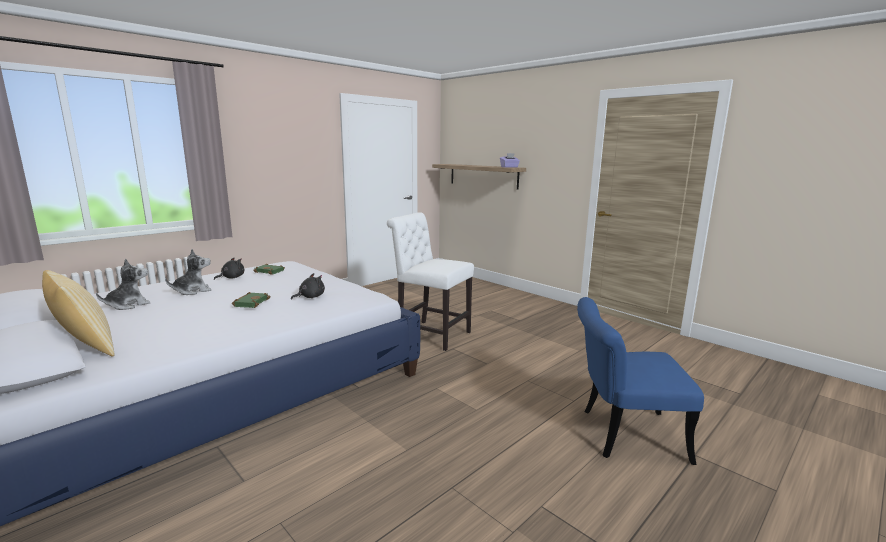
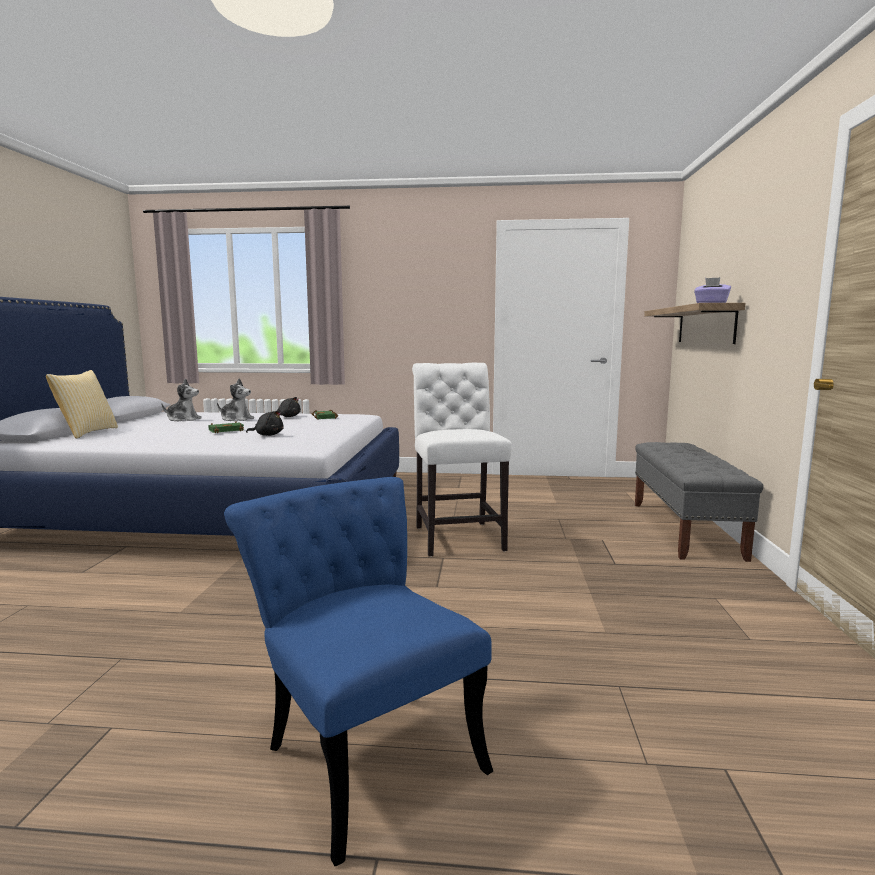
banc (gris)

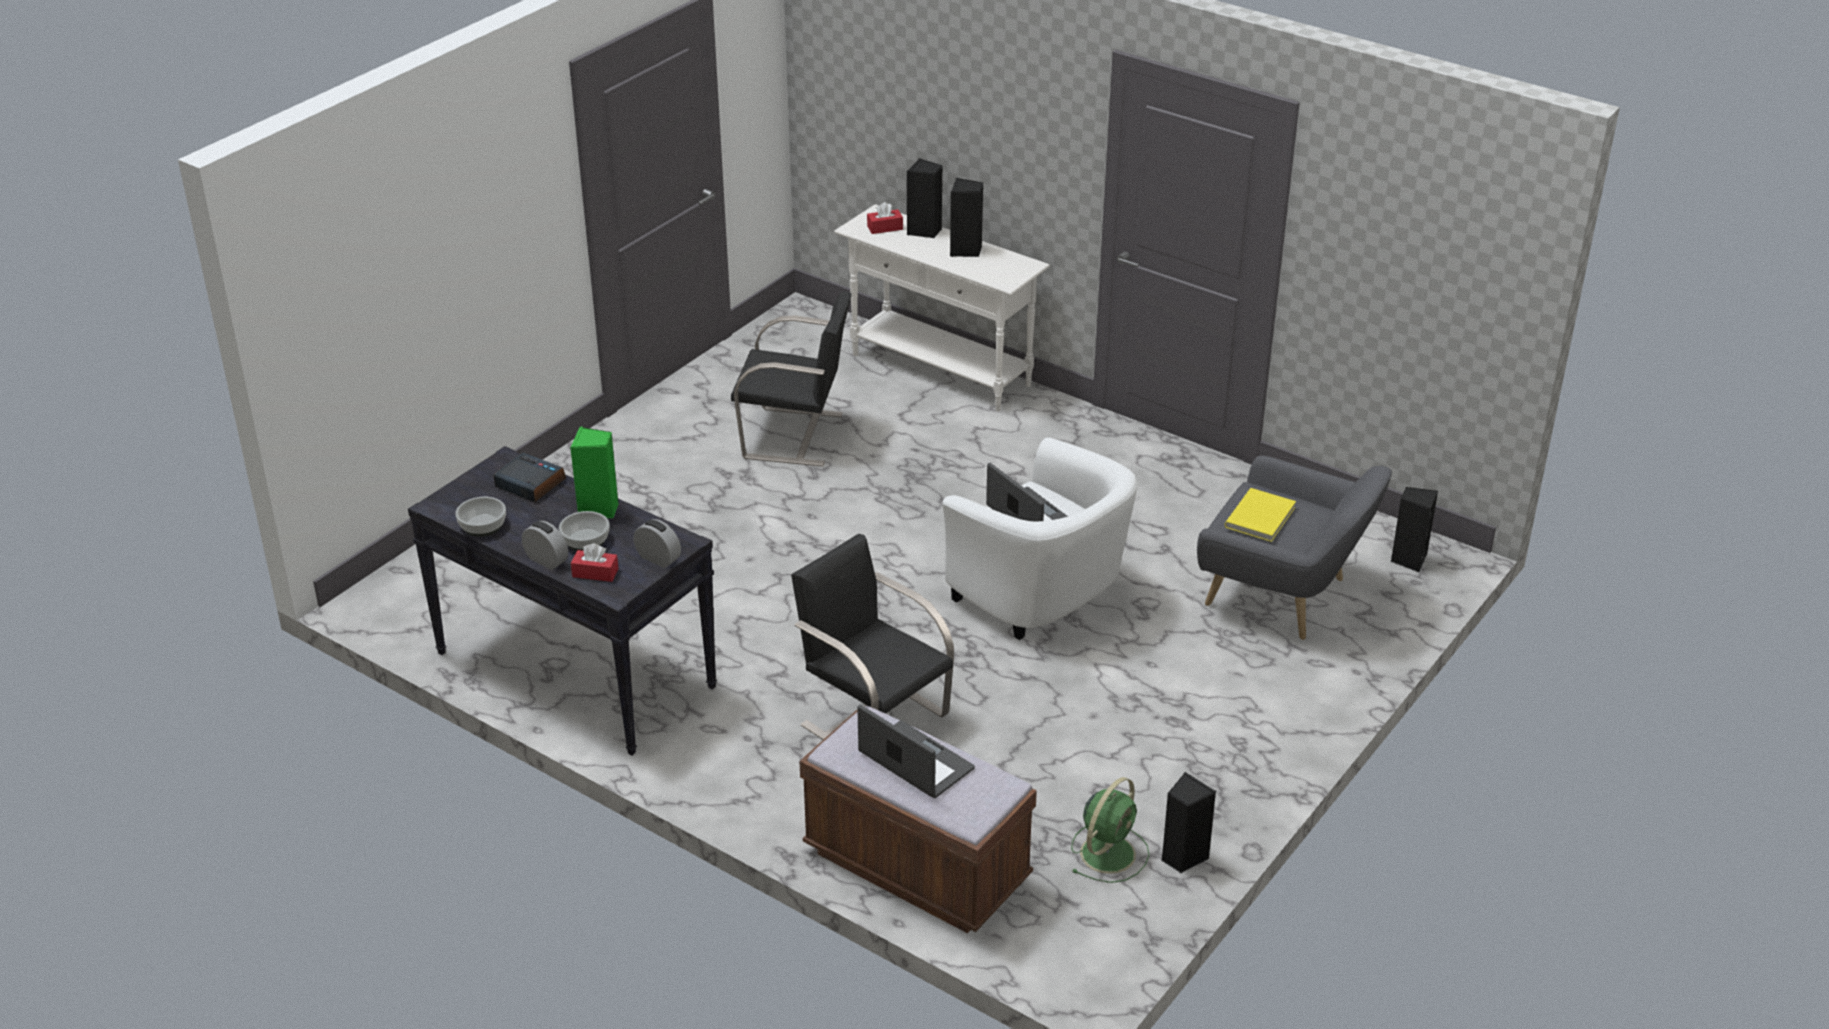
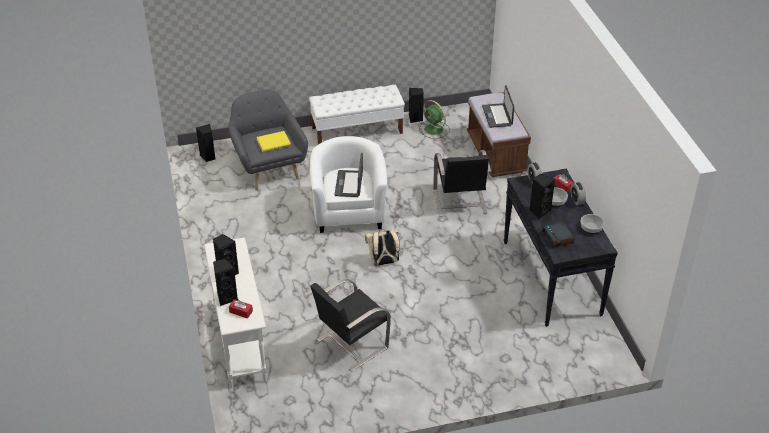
chaise (noir) (1st from left)
enceinte (noir) (5th from left)
ventilateur (vert)
banc (blanc)
sac à dos (beige)

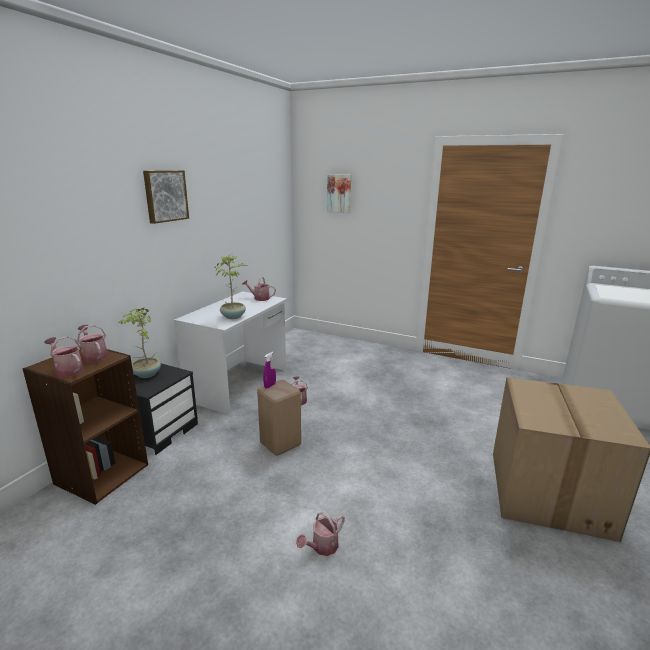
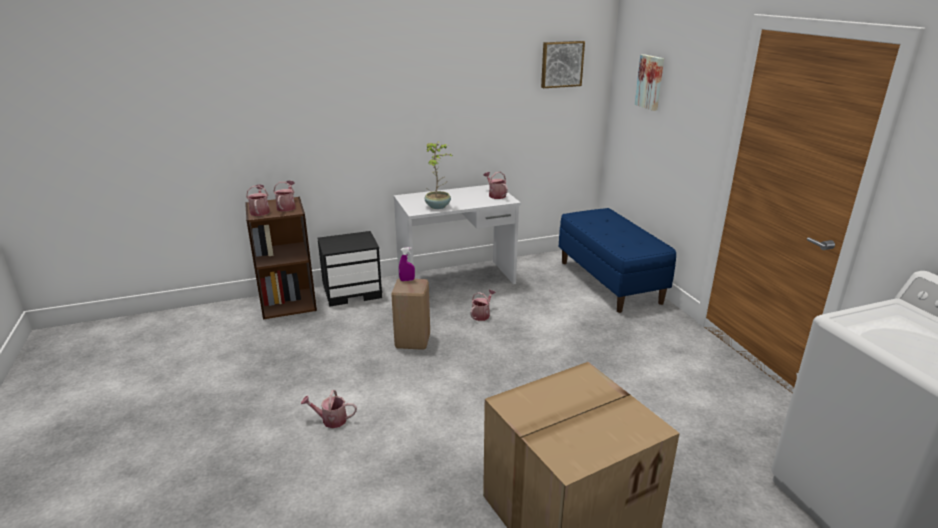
tableau (1st from left)
plante en pot (1st from left in the first image)
banc (bleu)

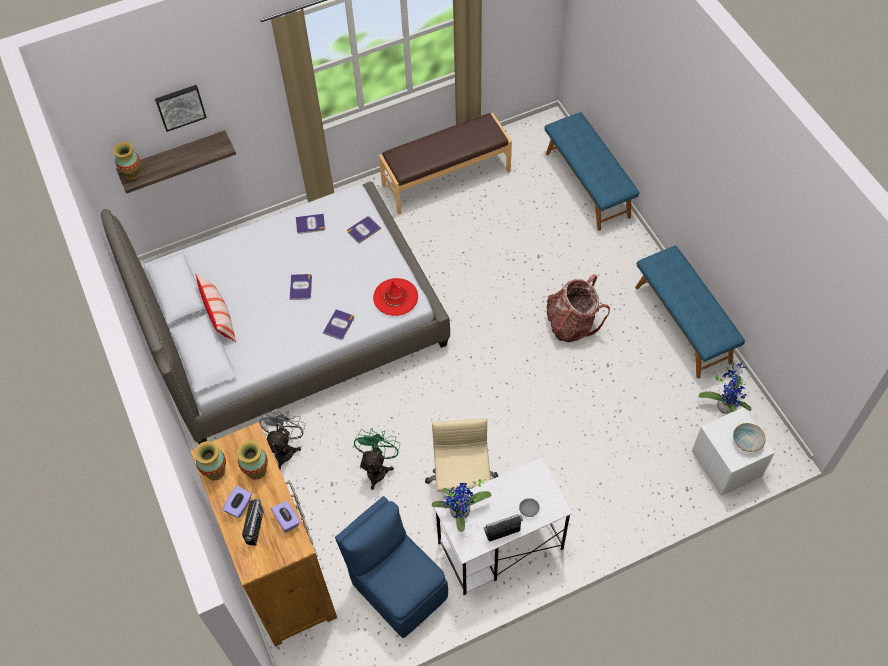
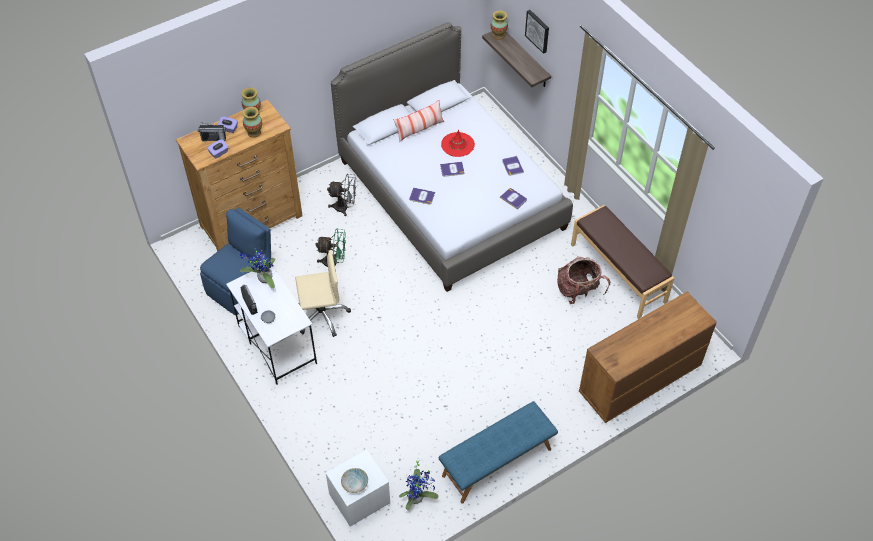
commode (marron) (2nd from left)
sac à dos
chapeau (rouge)

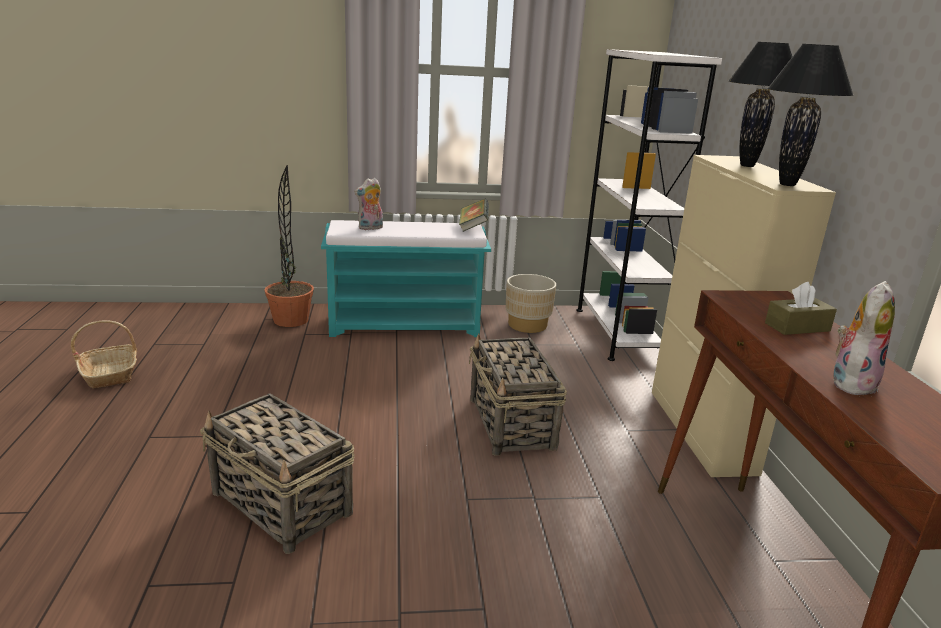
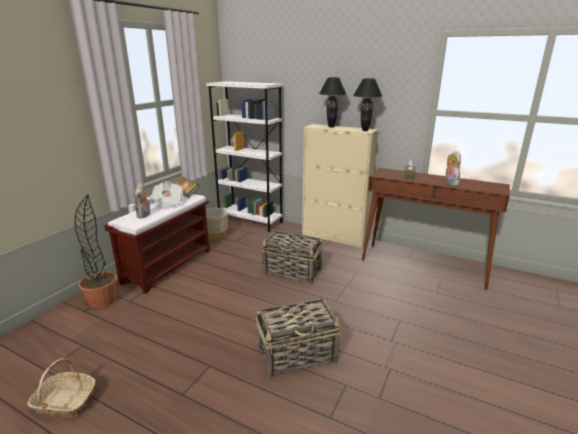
banc (marron)
journal

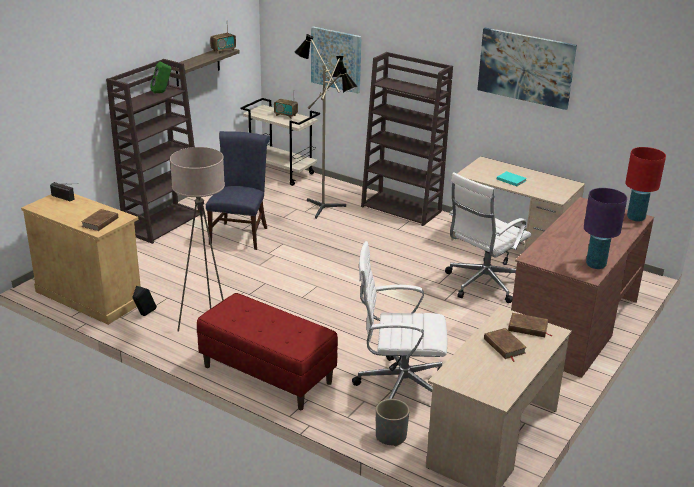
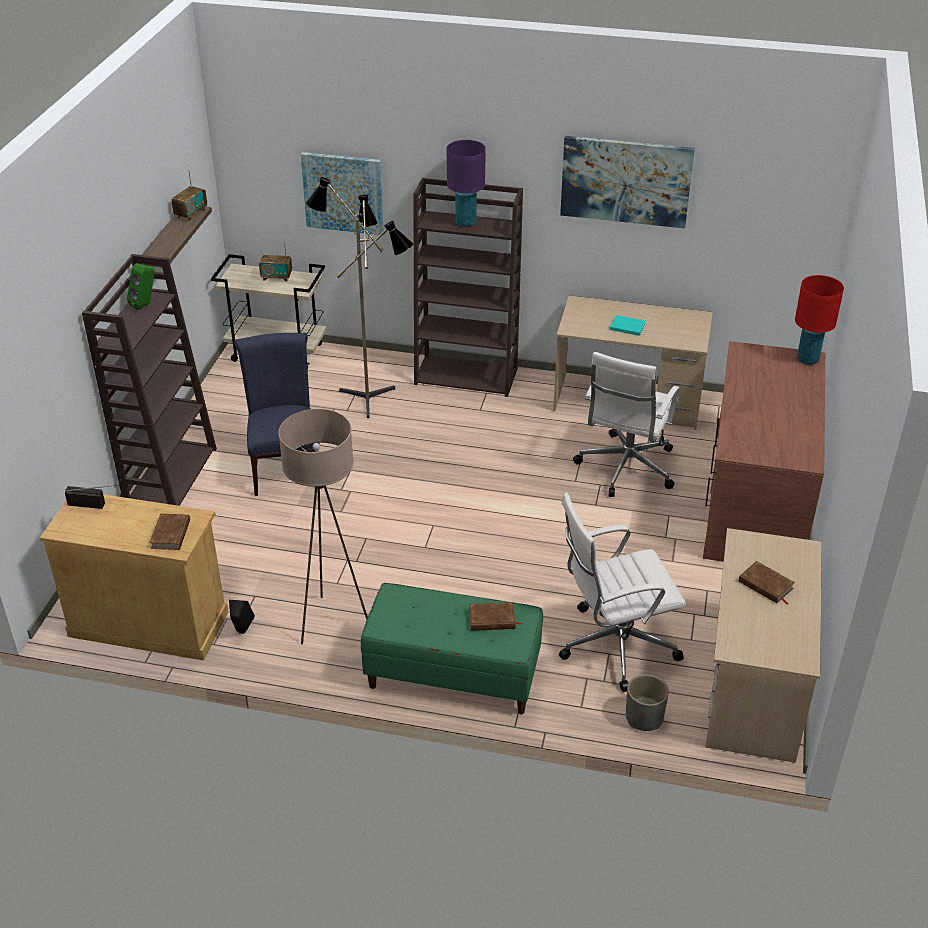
lampe de table (violet)
banc (vert)
livre (marron) (2nd from left)

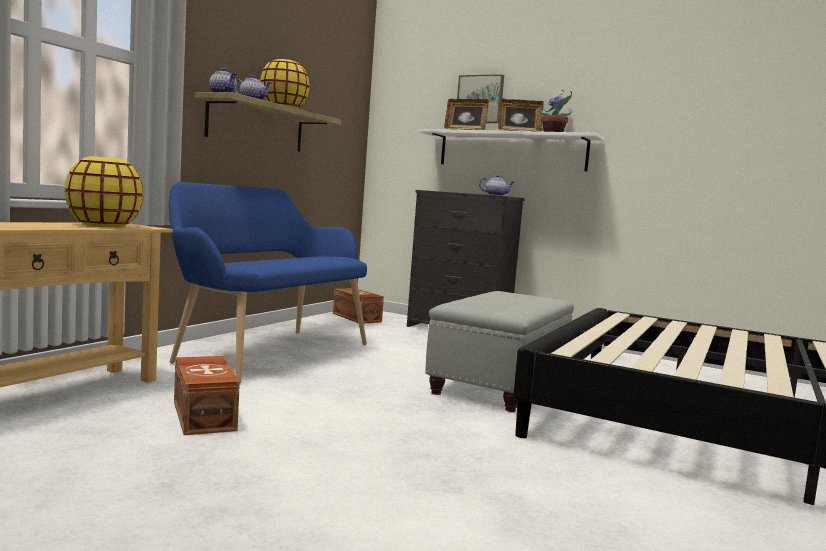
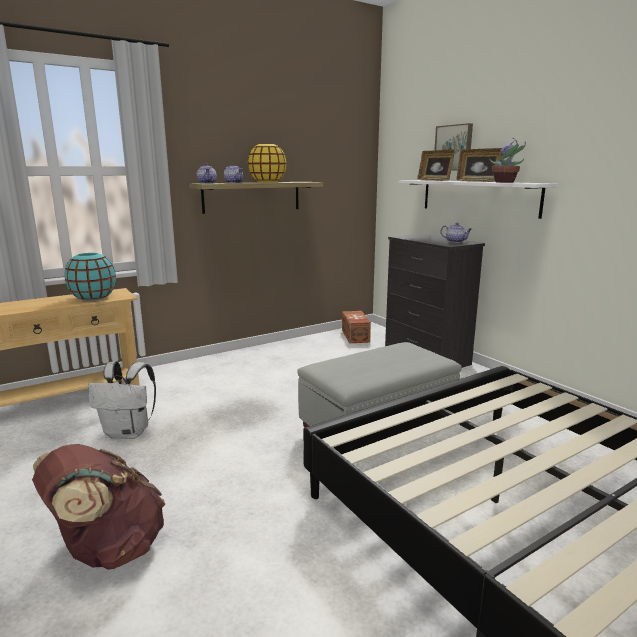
vase (turquoise)
banc (bleu)
sac à dos (blanc)
sac à dos (marron)

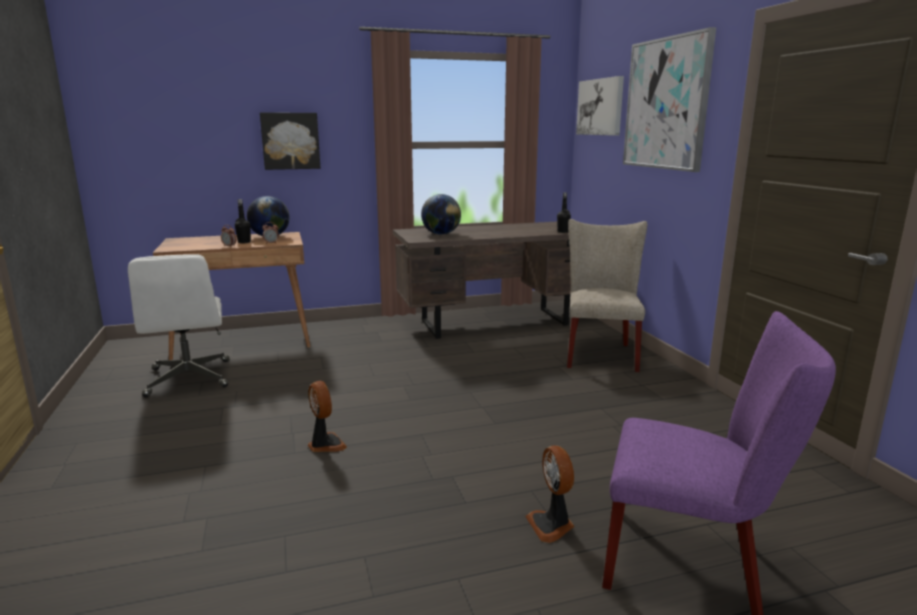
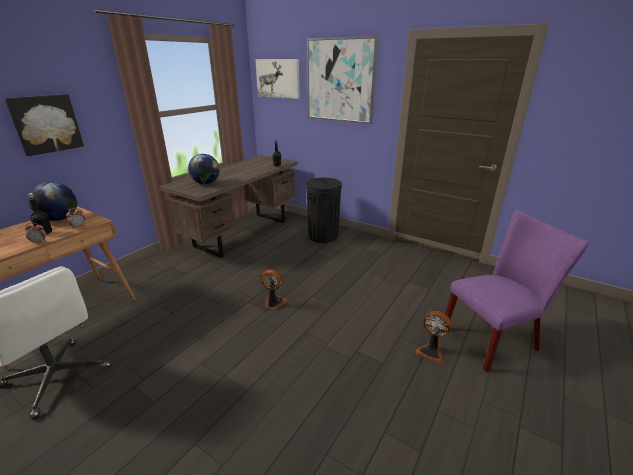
poubelle (noir)
ventilateur (1st from left)

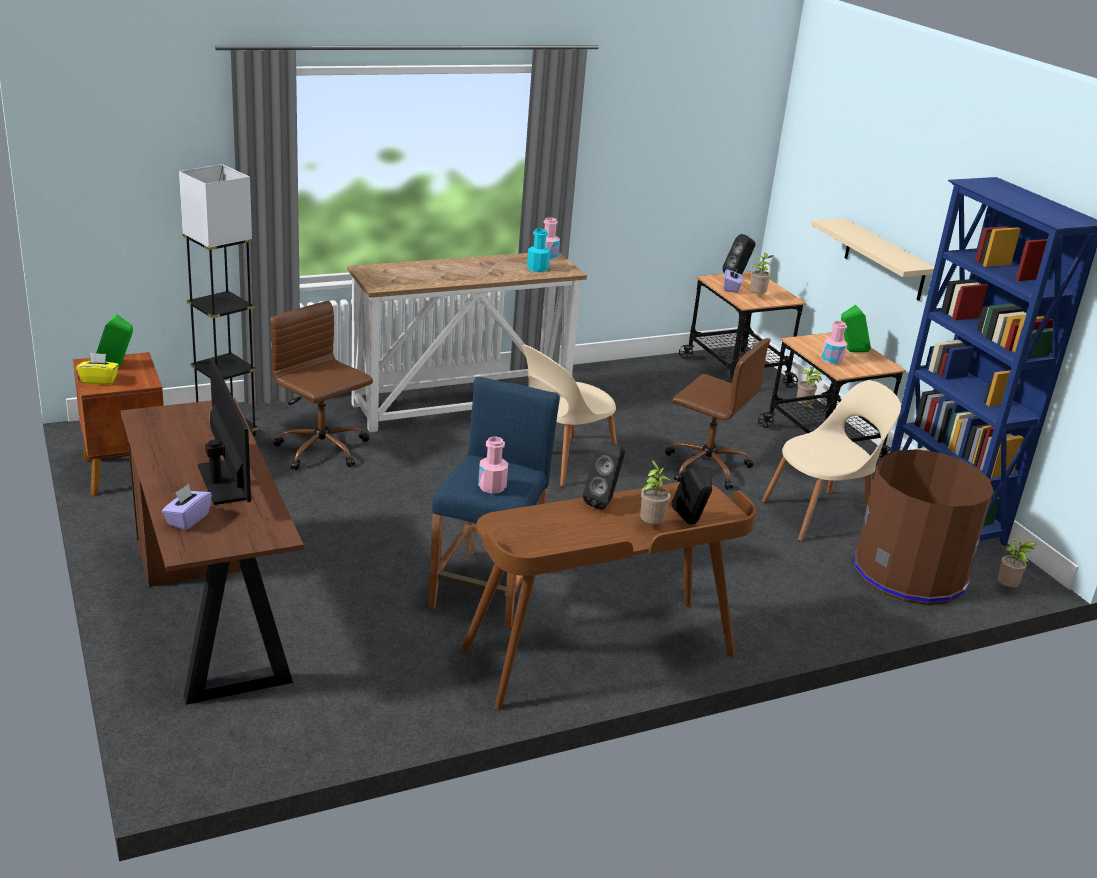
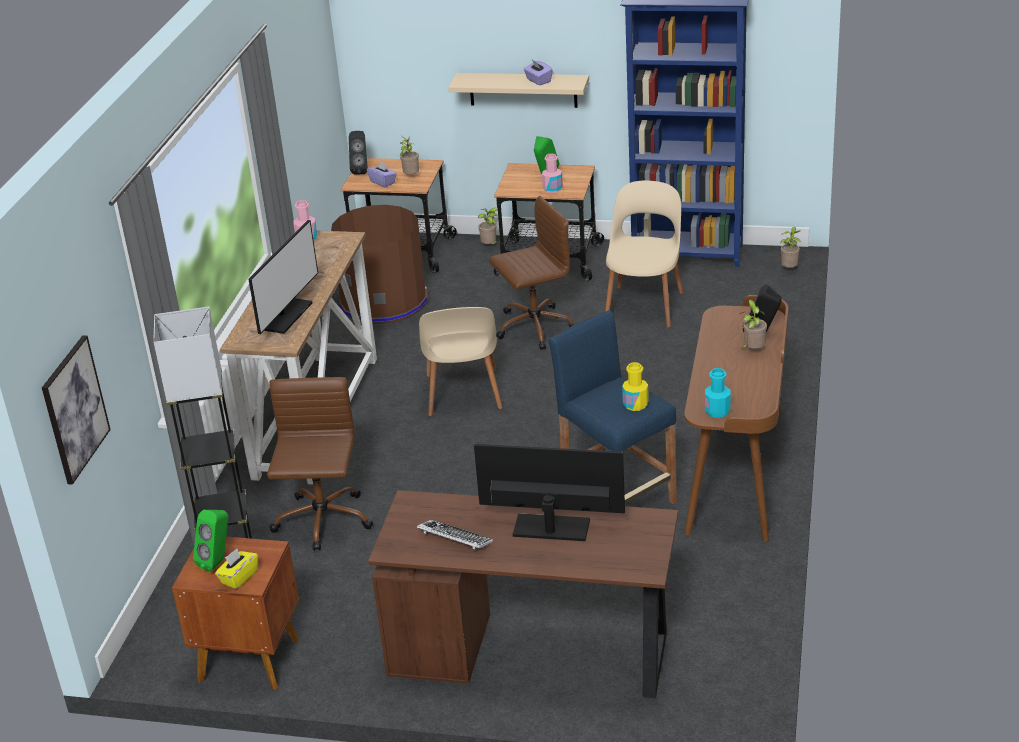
bouteille (turquoise)
chaise de bureau (marron) (1st from left)
bouteille (jaune)
enceinte (noir) (1st from left in the first image)
poubelle (marron)
boîte à mouchoirs (violet) (2nd from left)
écran d'ordinateur (1st from left)
tableau
clavier

